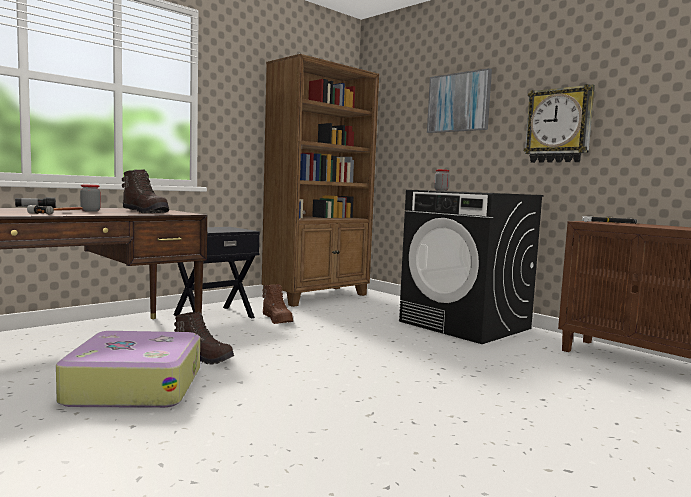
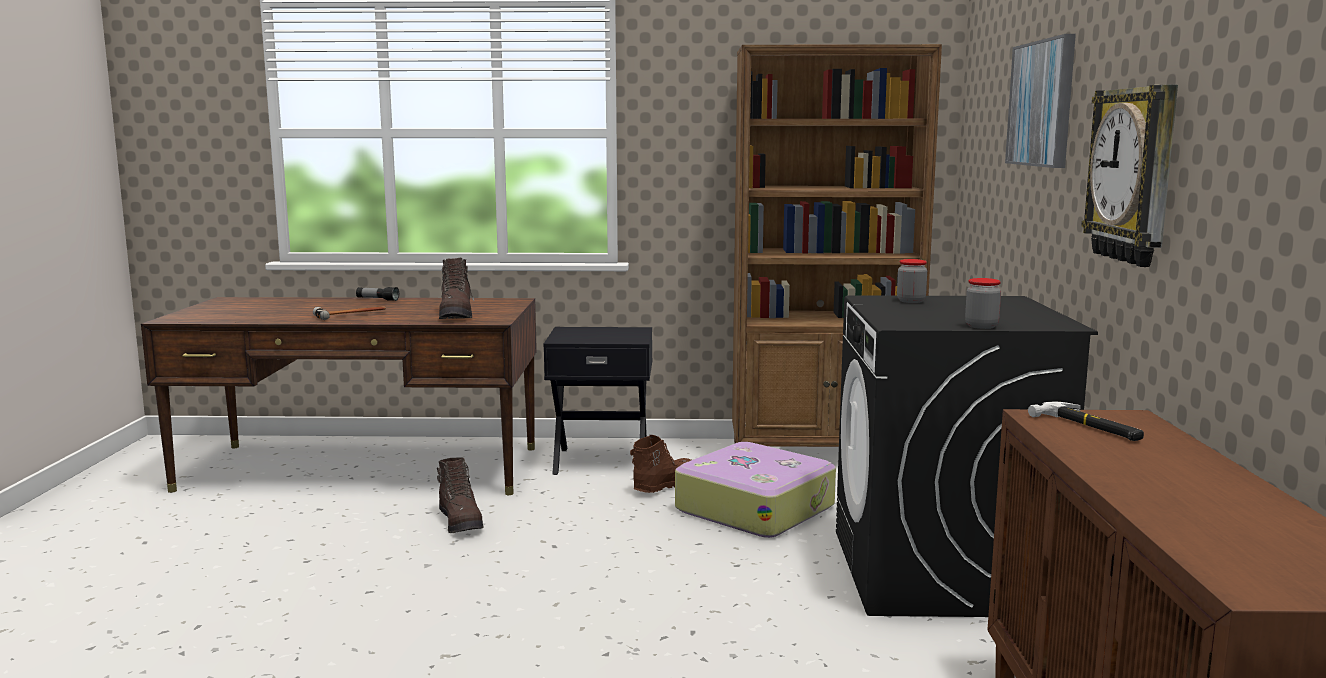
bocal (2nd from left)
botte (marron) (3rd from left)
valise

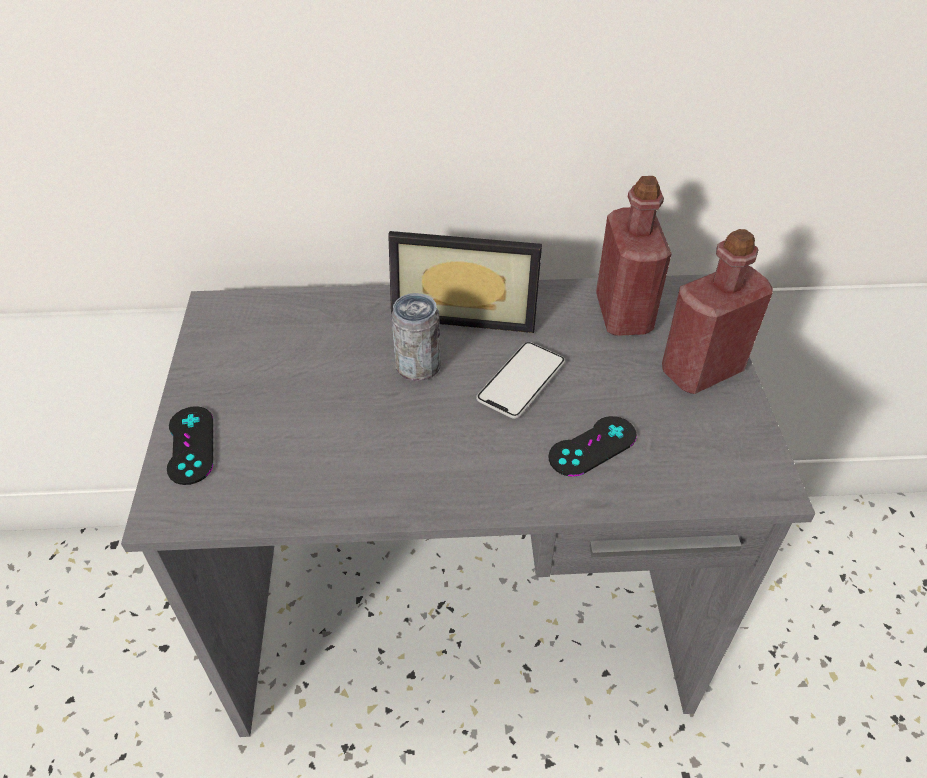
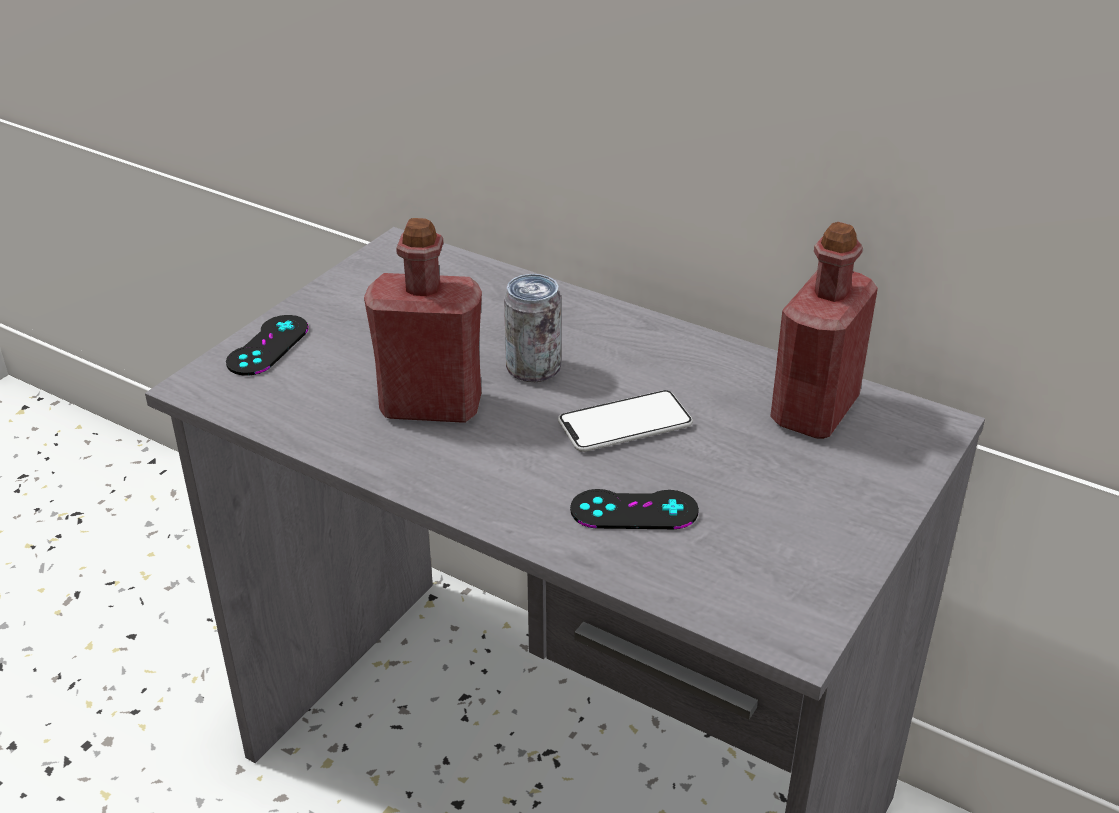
bouteille (rouge) (1st from left)
cadre photo

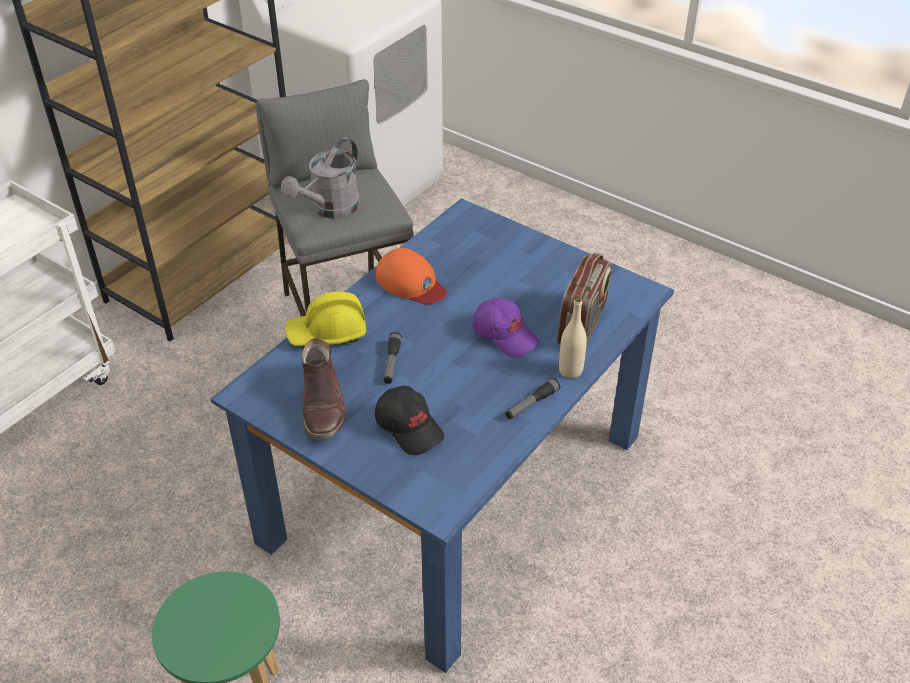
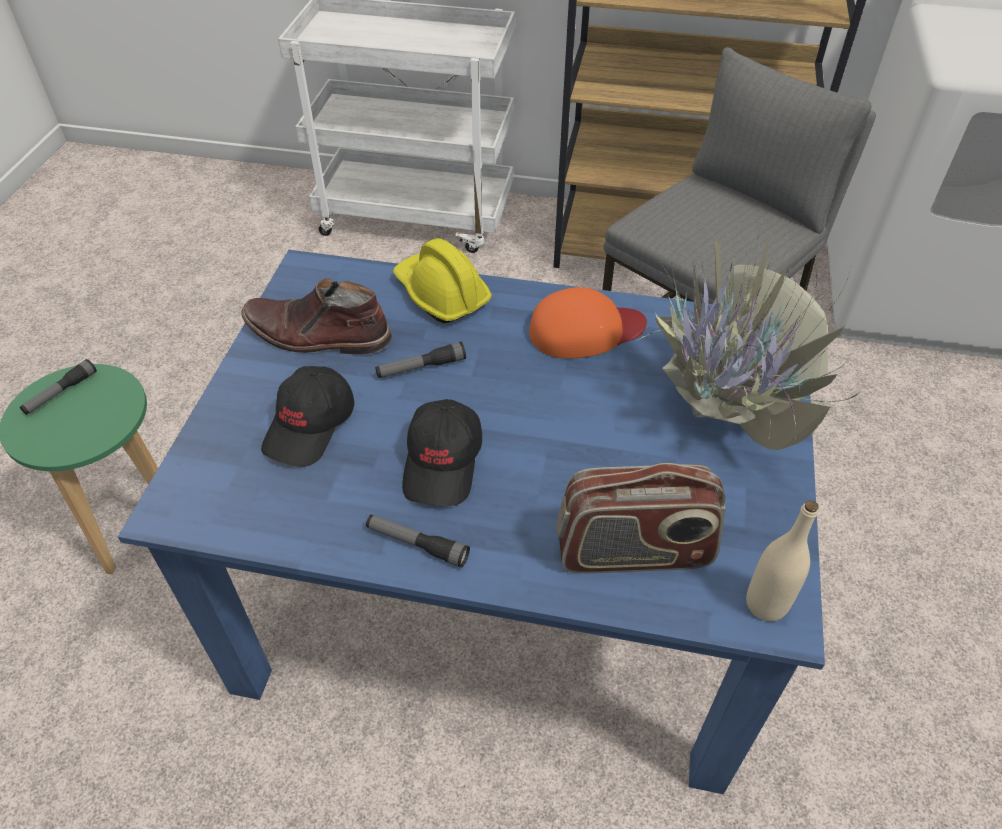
arrosoir (gris)
casquette (orange)
casquette (violet)
bouteille (beige)
botte (marron)
plante en pot
lampe de poche (1st from left)
casquette (noir) (2nd from left)

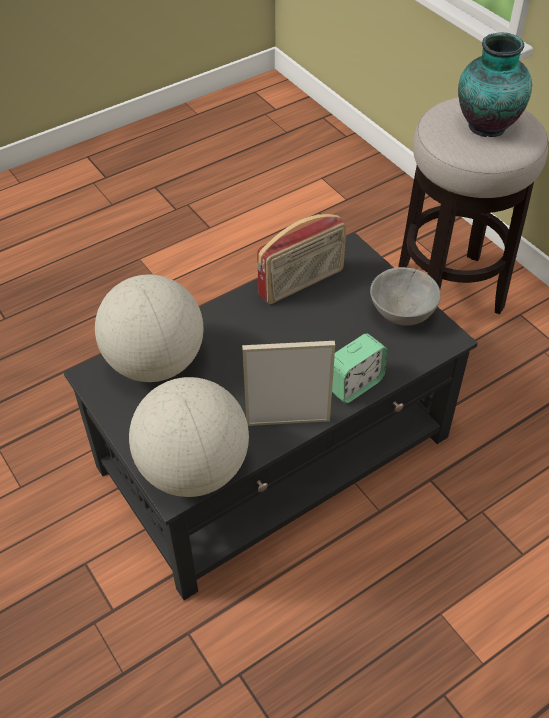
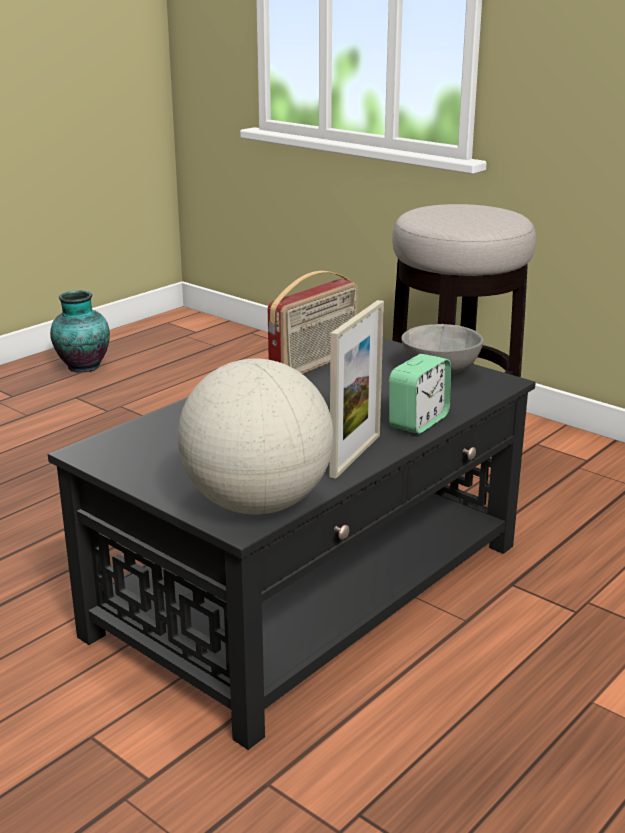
vase
globe (1st from left in the first image)
cadre photo

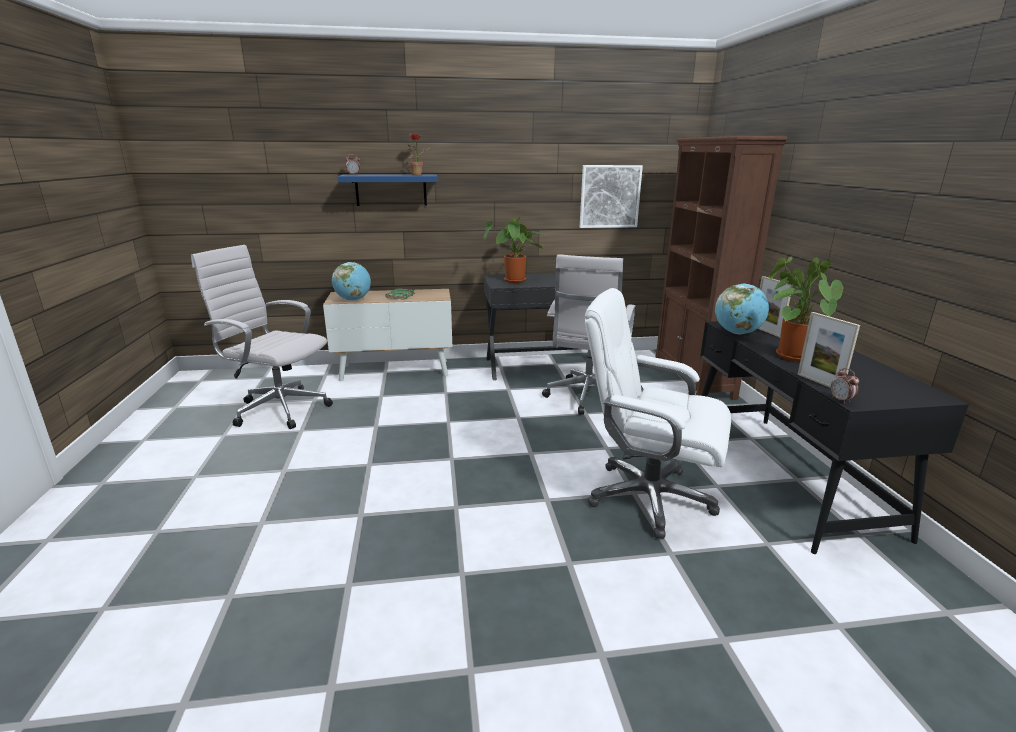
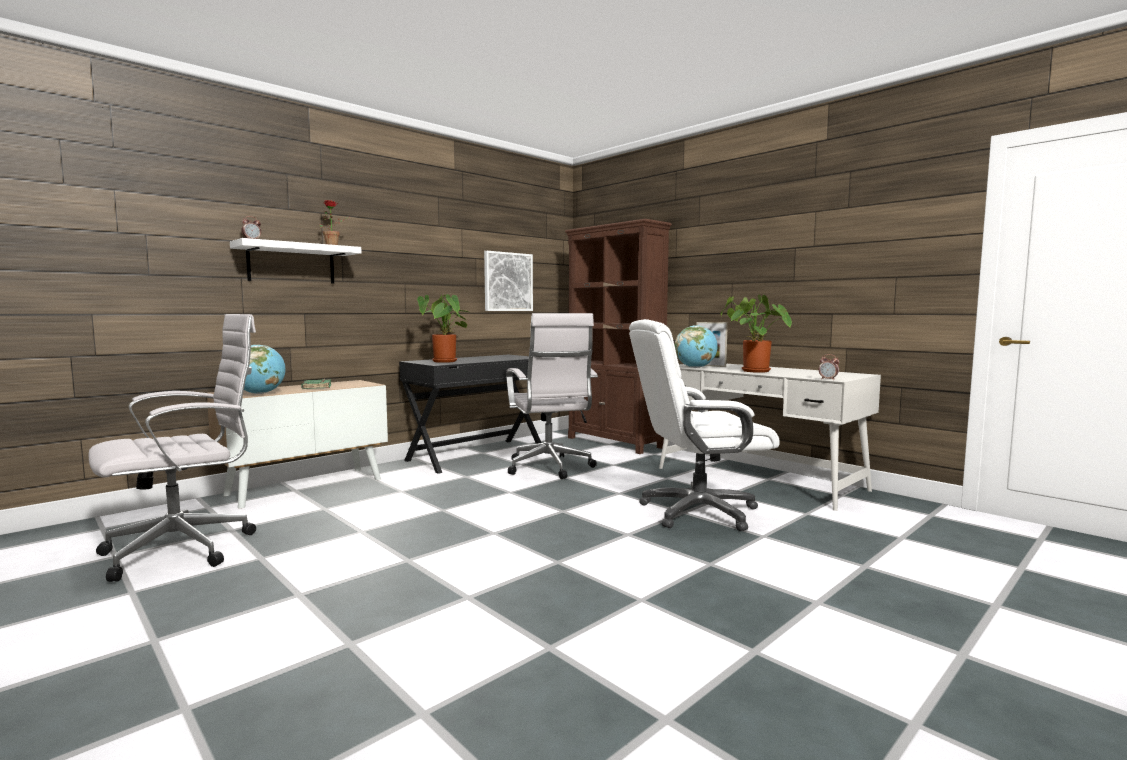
étagère (blanc)
chaise de bureau (blanc) (1st from left)
cadre photo (2nd from left in the first image)
bureau (blanc)

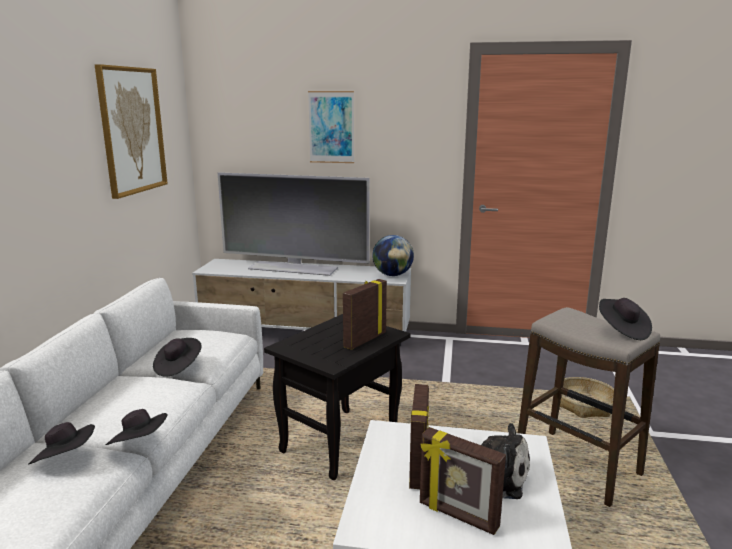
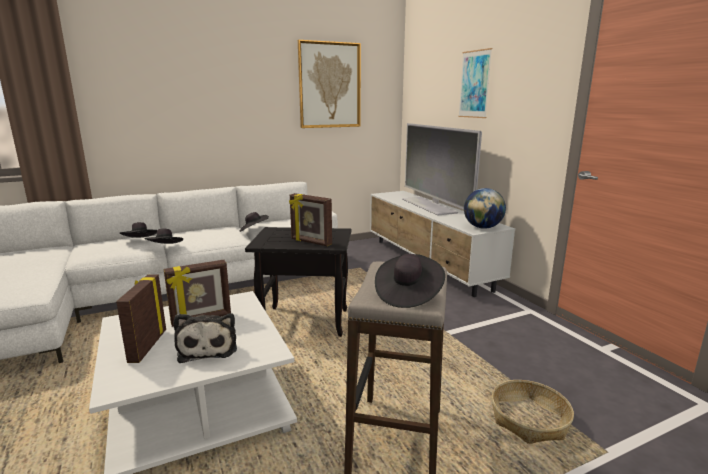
cadre photo (3rd from left)

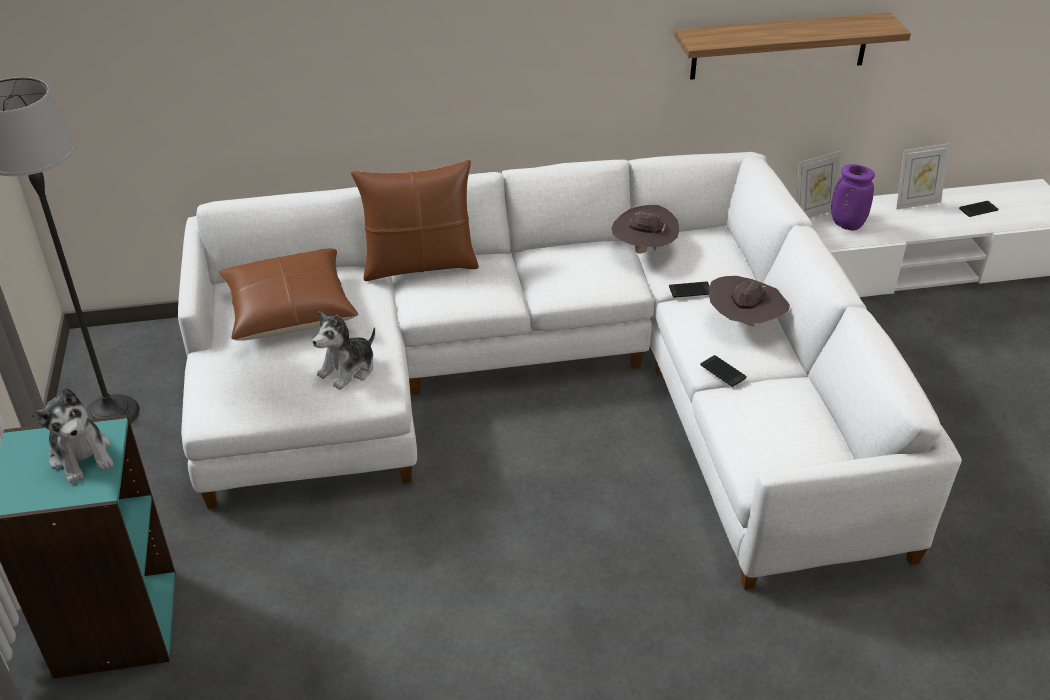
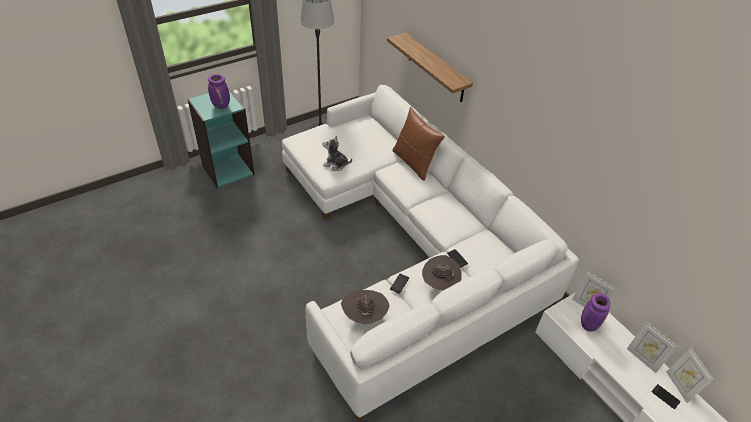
étagère
chapeau (marron) (1st from left)
coussin (marron) (1st from left in the first image)
vase (violet) (1st from left)
cadre photo (3rd from left)

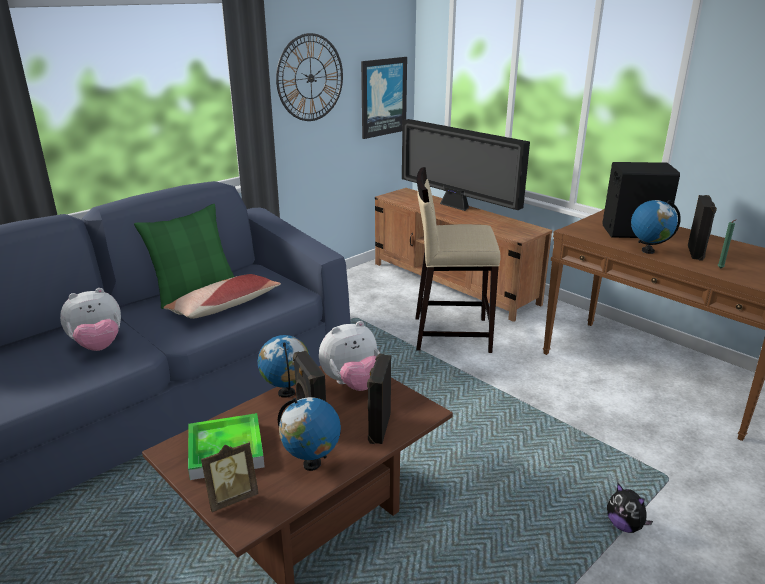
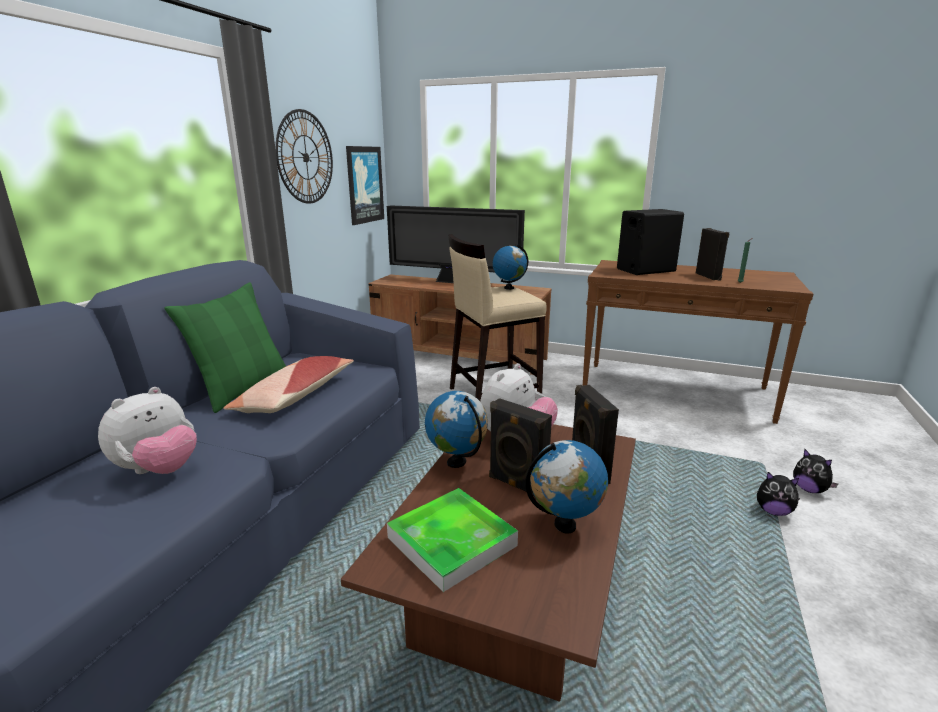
globe (2nd from left)
cadre photo
peluche (4th from left)

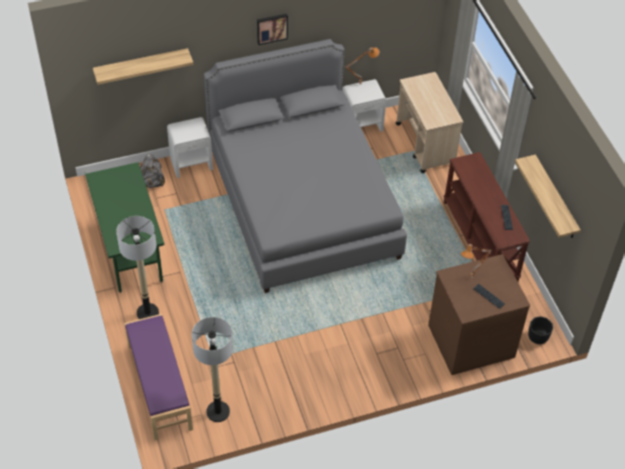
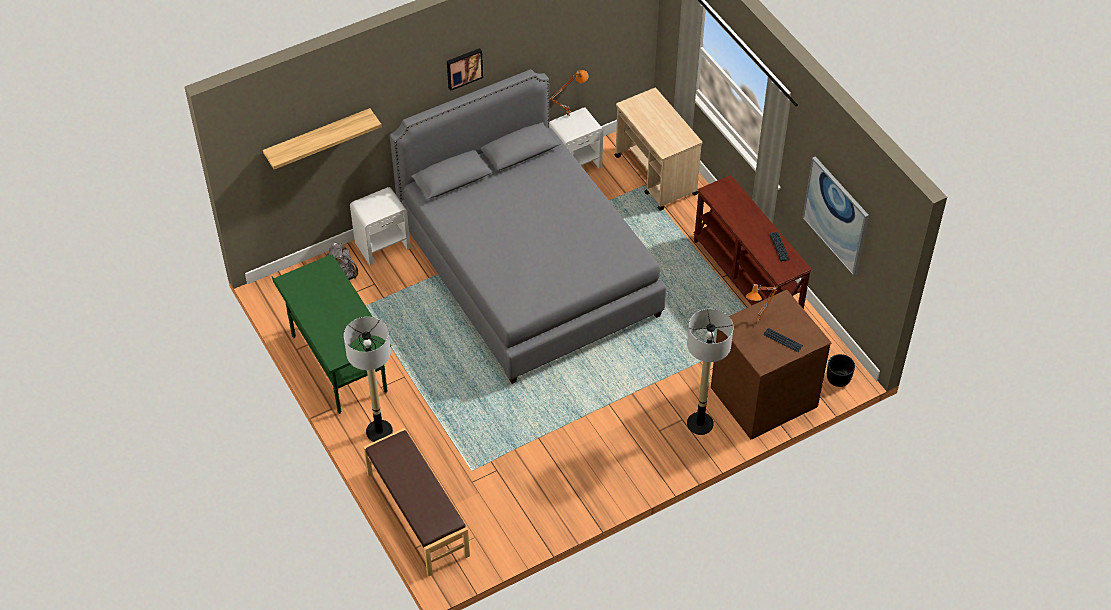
tableau (2nd from left)
banc (marron)
lampadaire (2nd from left)

